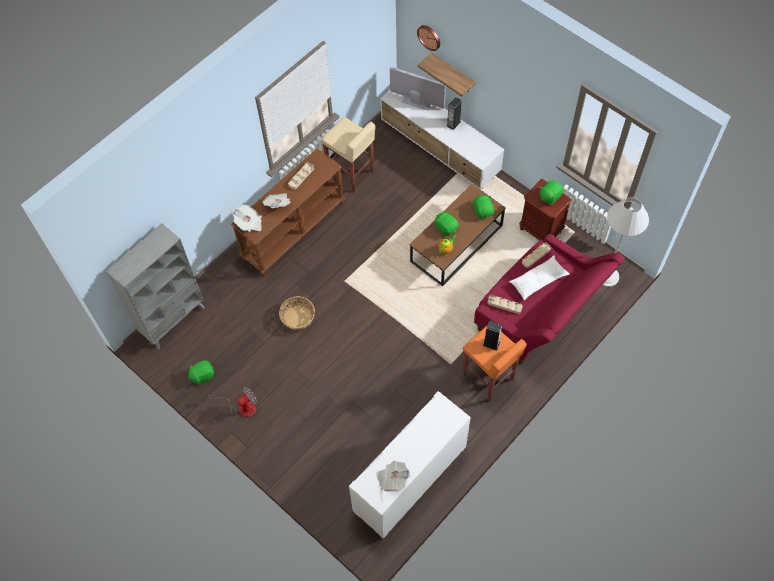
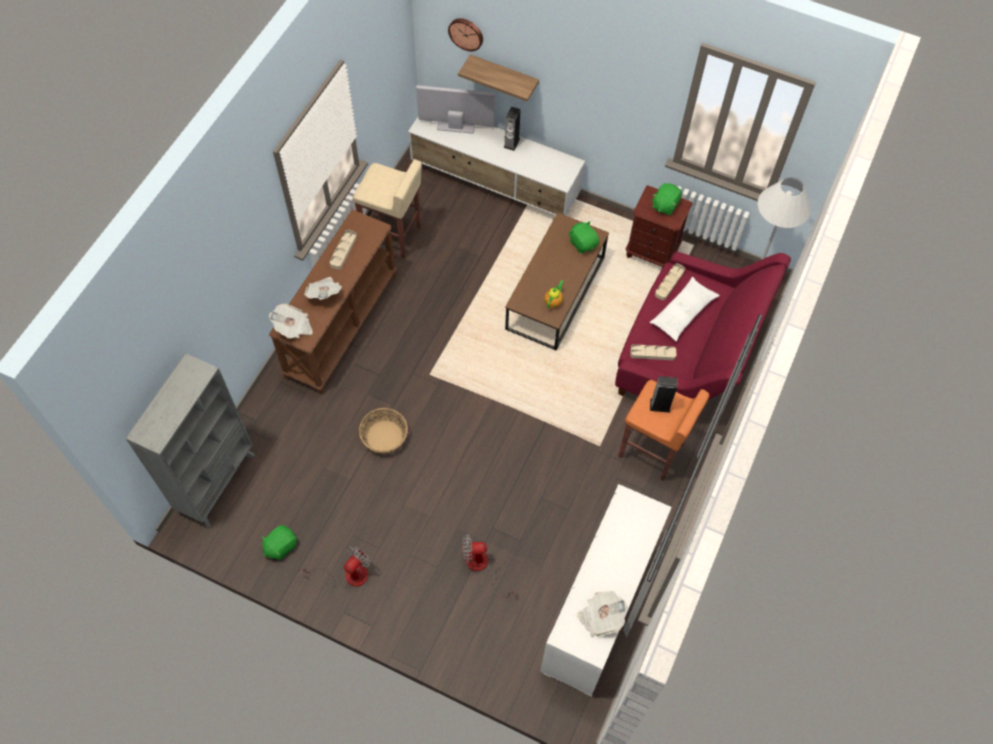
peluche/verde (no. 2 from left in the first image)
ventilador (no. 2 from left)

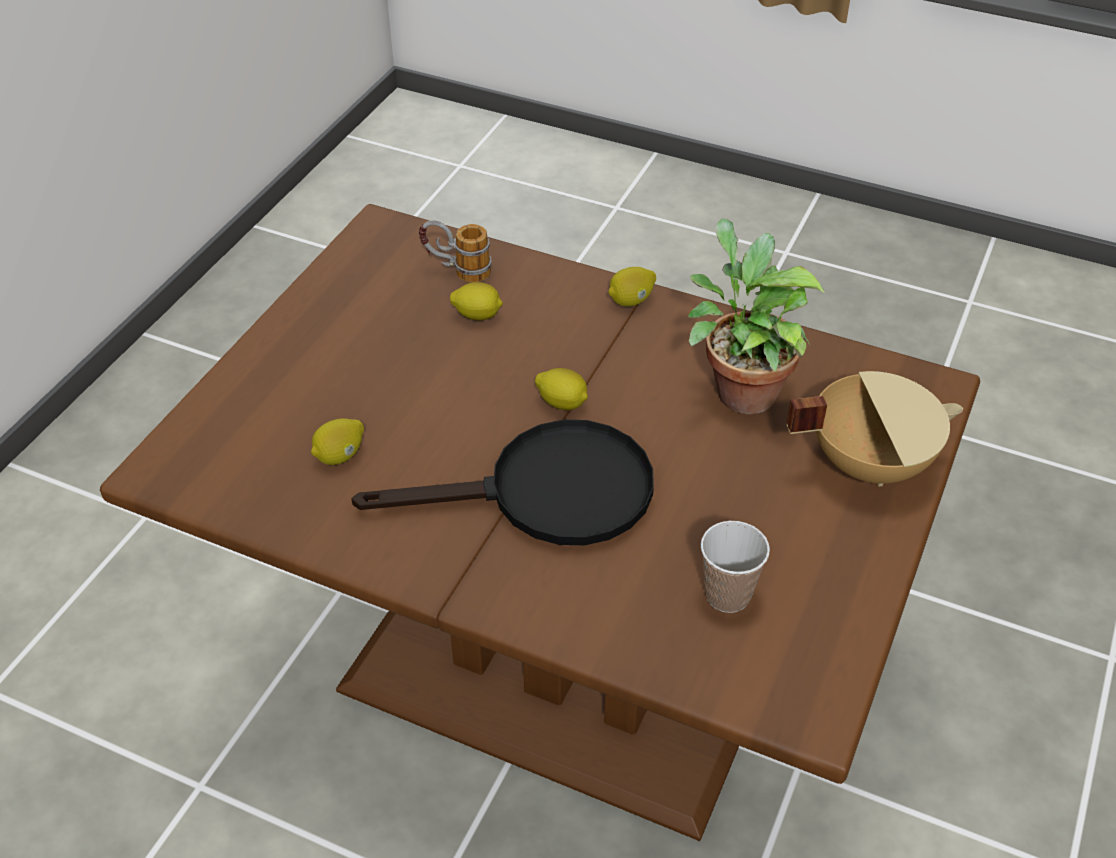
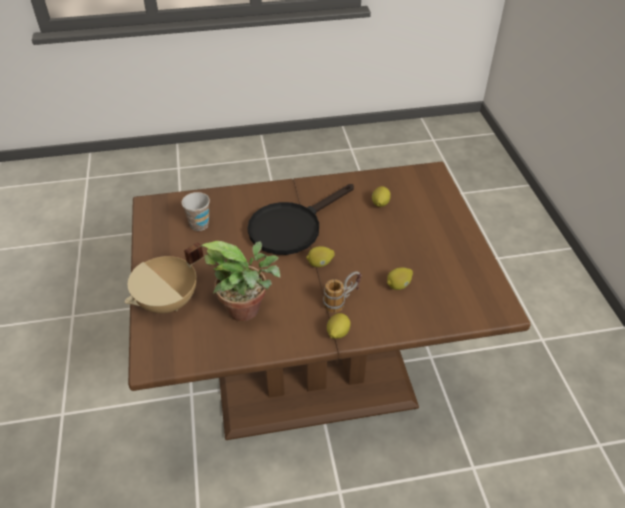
taza grande

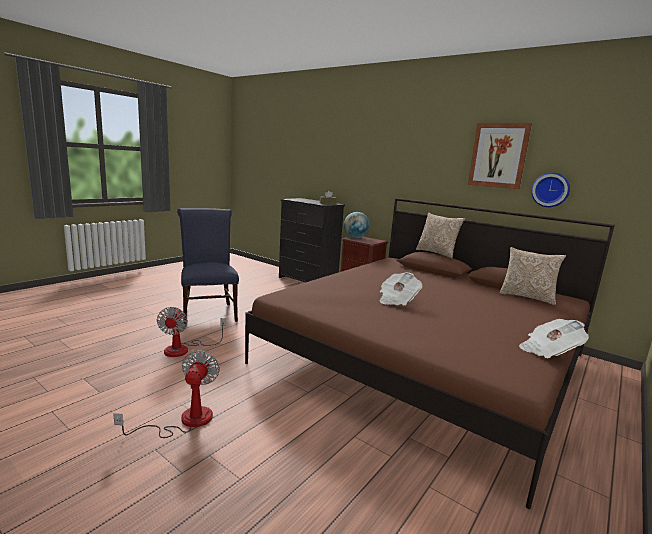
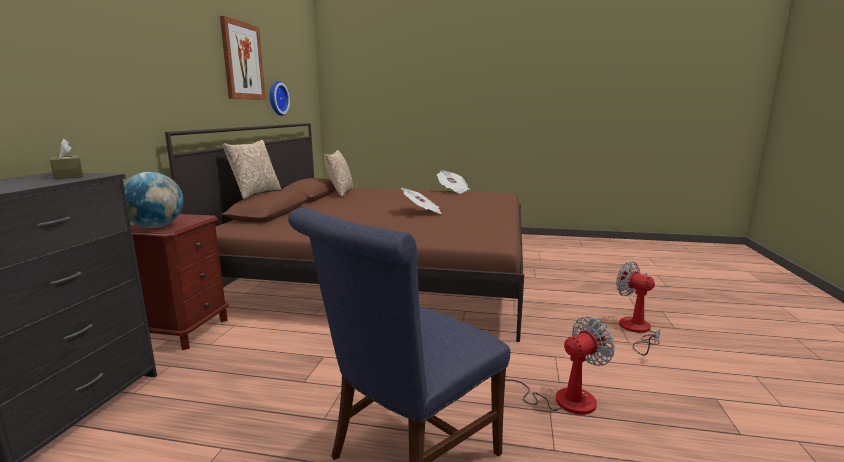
ventilador (no. 2 from left)

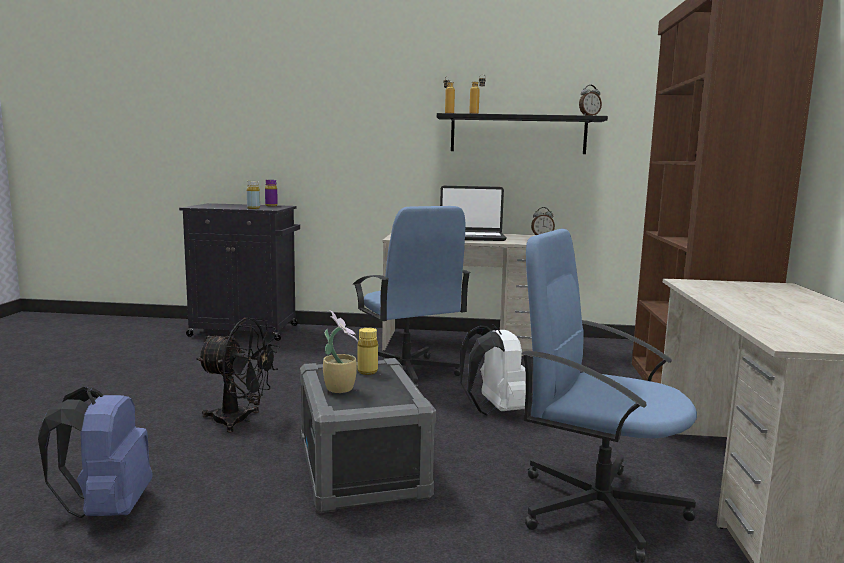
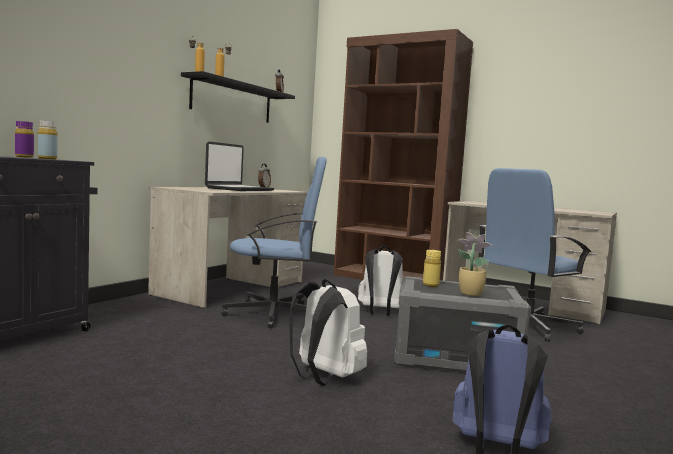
mochila/blanco (no. 1 from left)

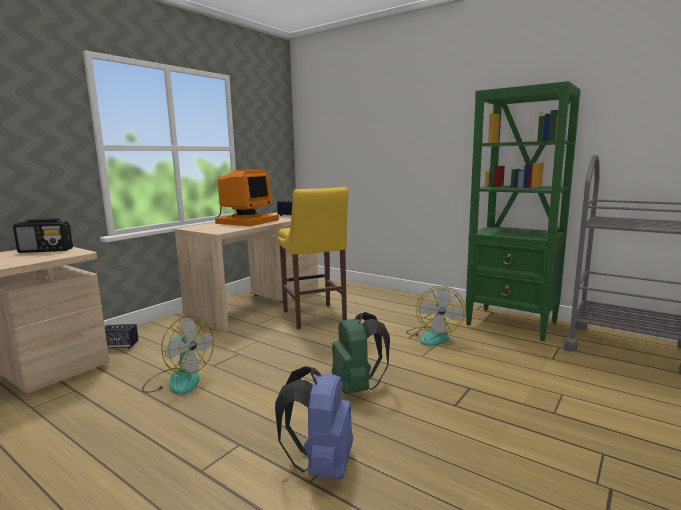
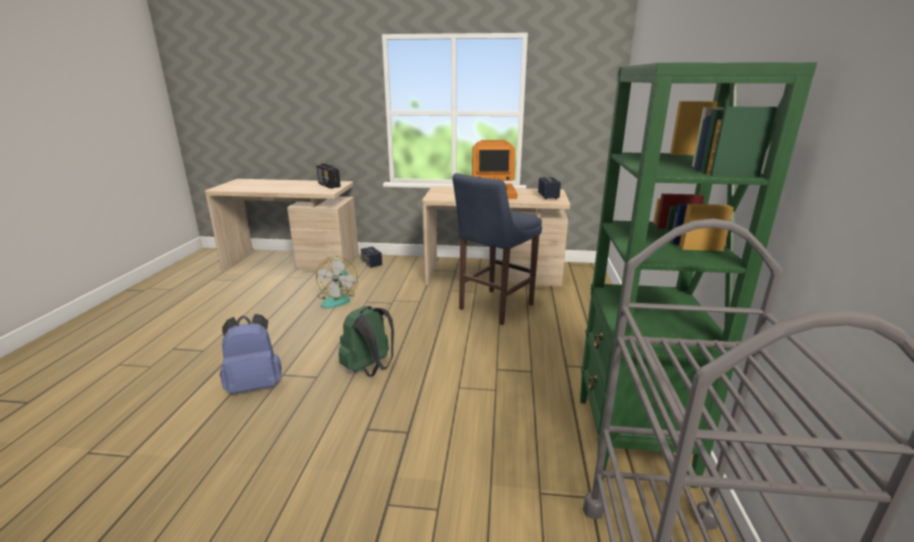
ventilador (no. 2 from left in the first image)
taburete/azul

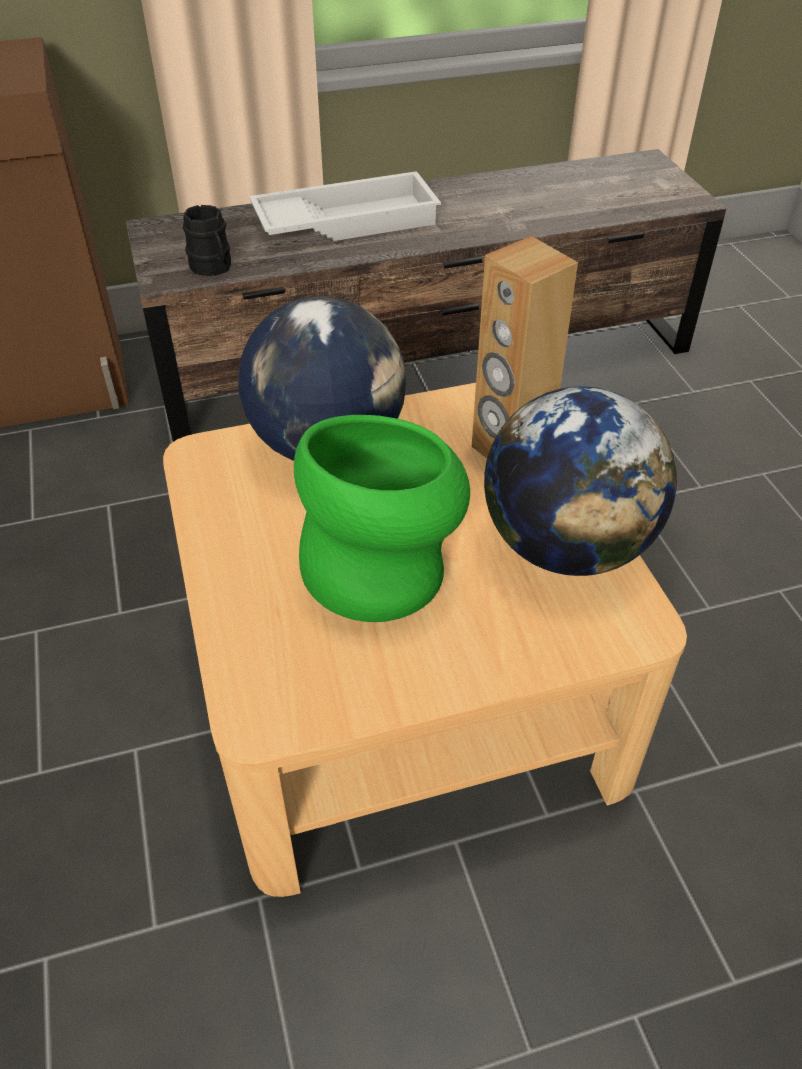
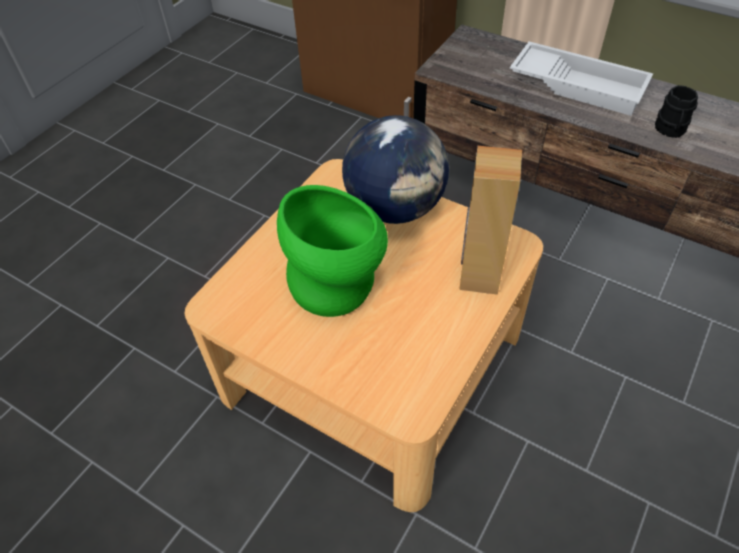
globo terráqueo (no. 2 from left in the first image)
taza grande/negro

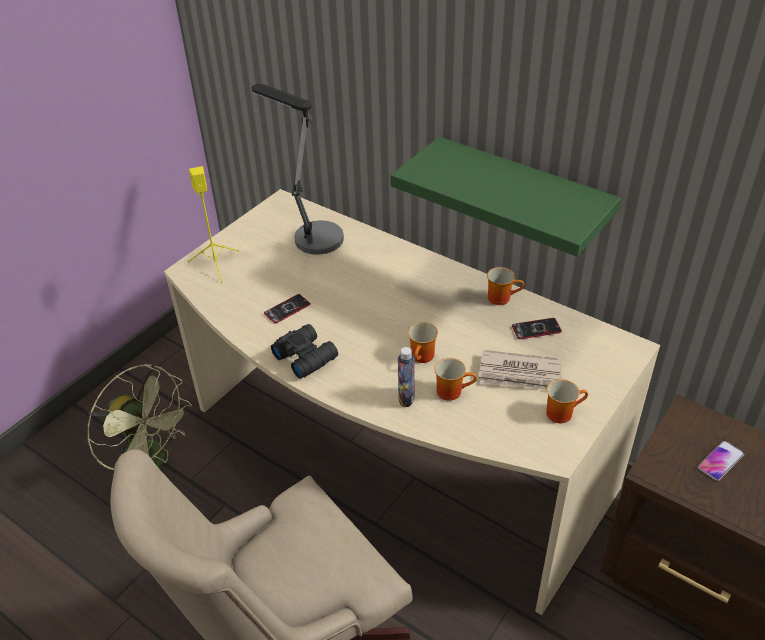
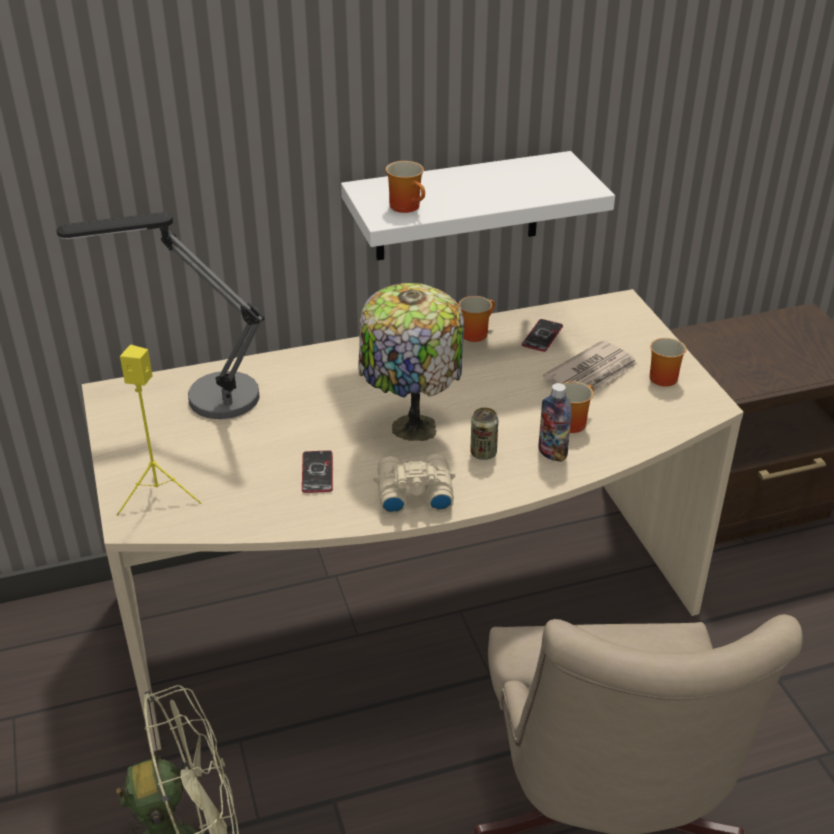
móvil (no. 3 from left in the first image)
lámpara de mesa (no. 2 from left)
lata
taza grande (no. 1 from left)
prismáticos/beis
estante/blanco

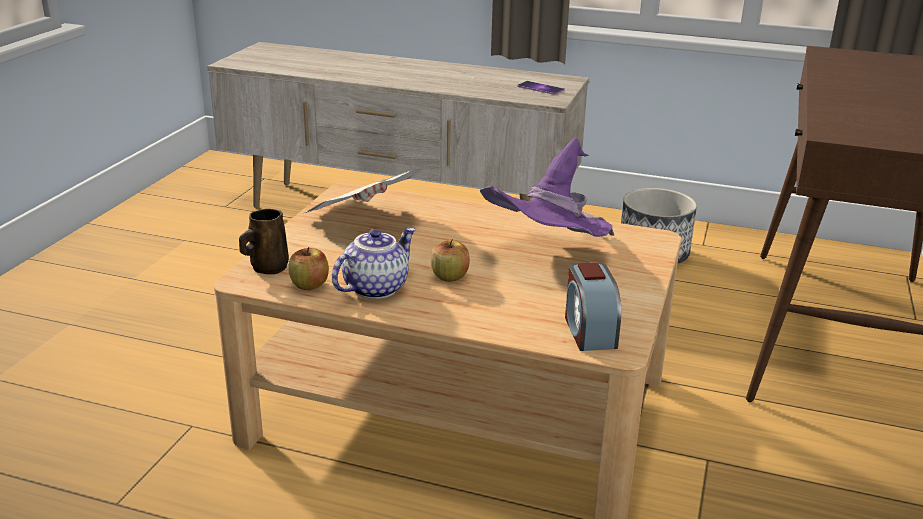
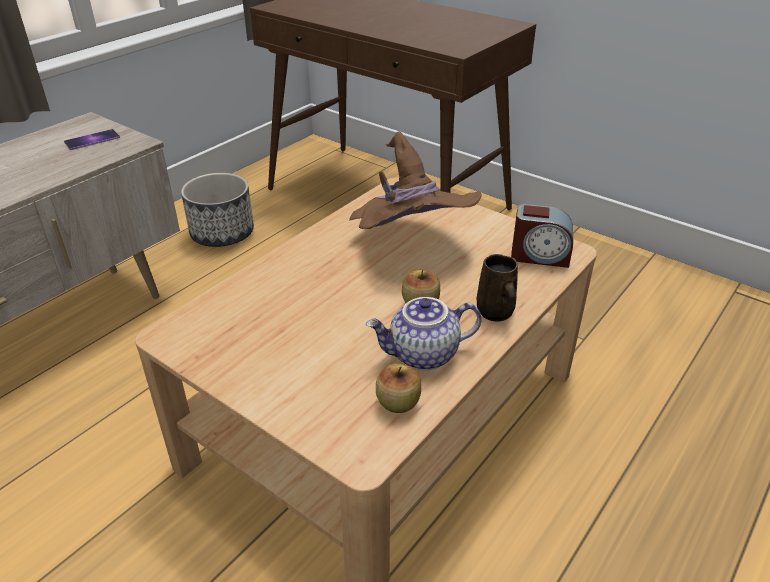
periódico
taza grande/marrón
sombrero/marrón
tetera

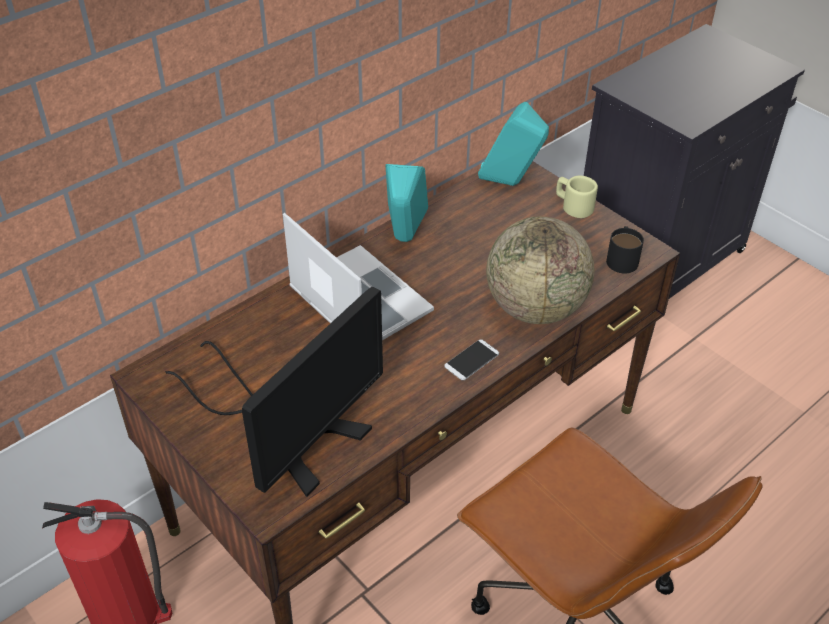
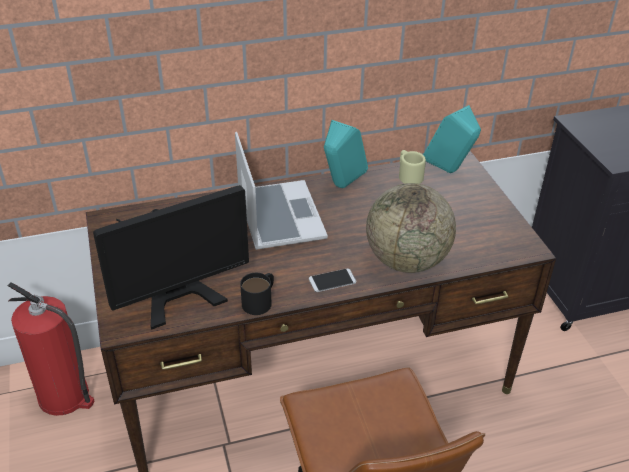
taza grande/beis
taza grande/negro

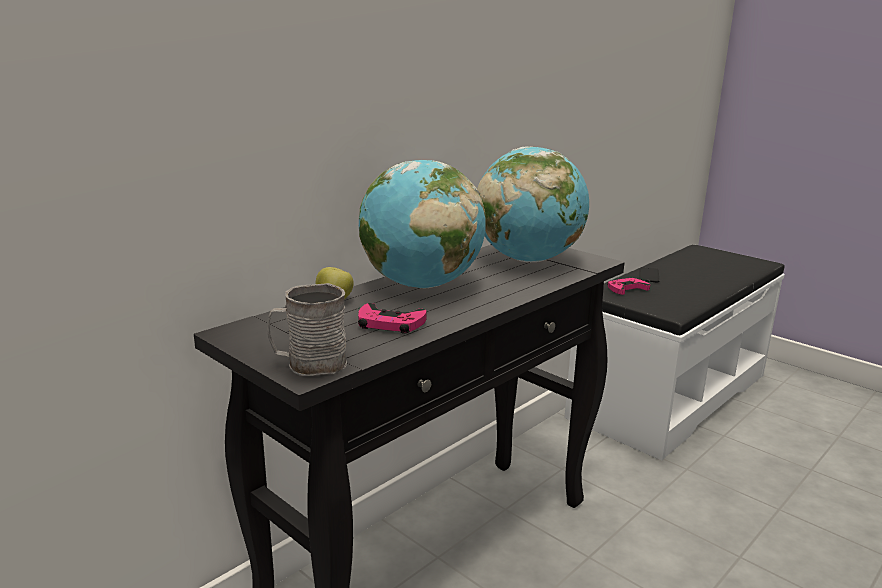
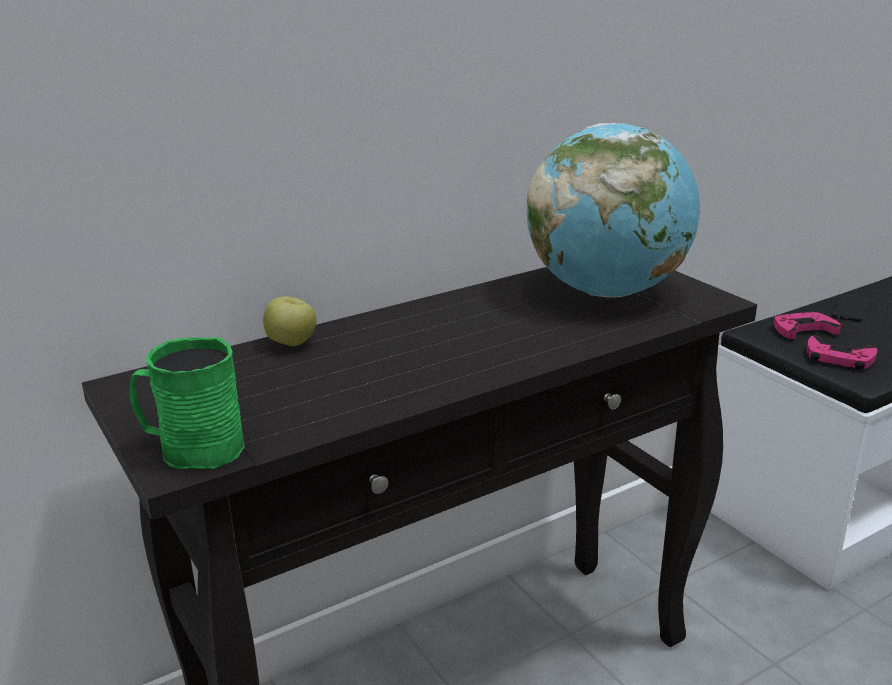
globo terráqueo (no. 1 from left in the first image)
mando de consola/rosa (no. 2 from left)
taza grande/verde

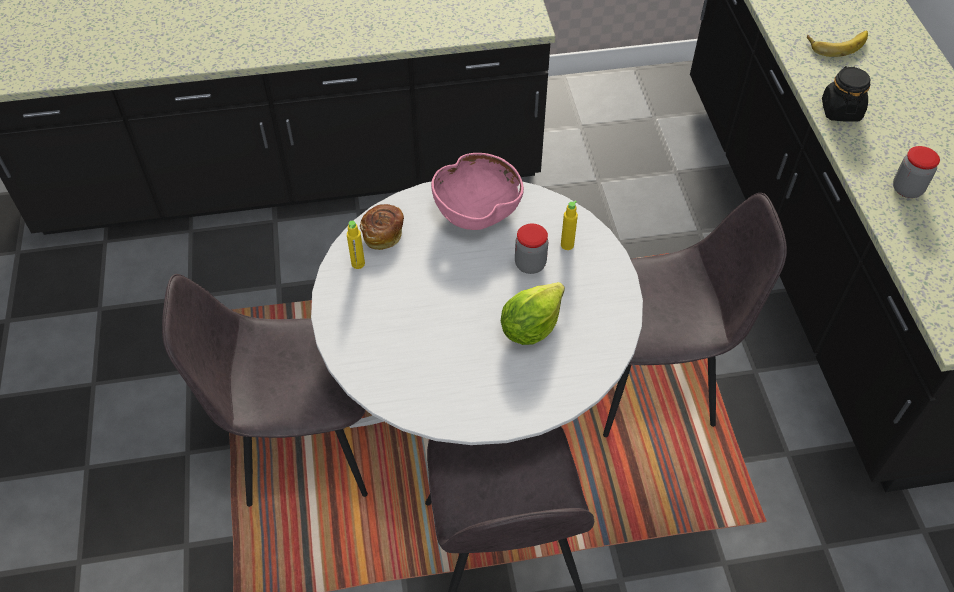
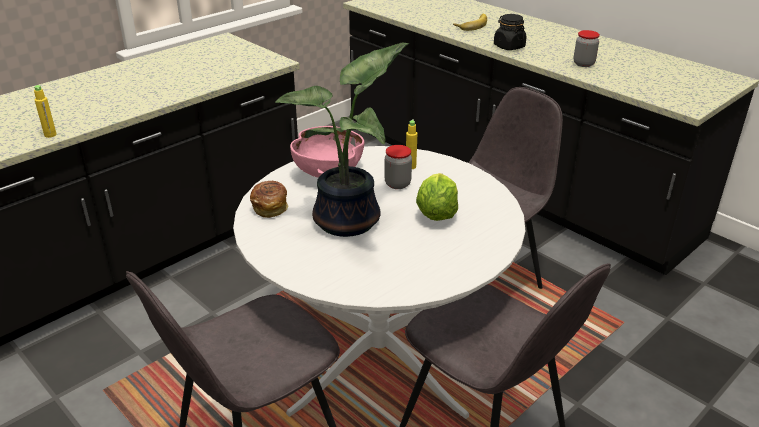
planta en maceta
botella/amarillo (no. 1 from left)

